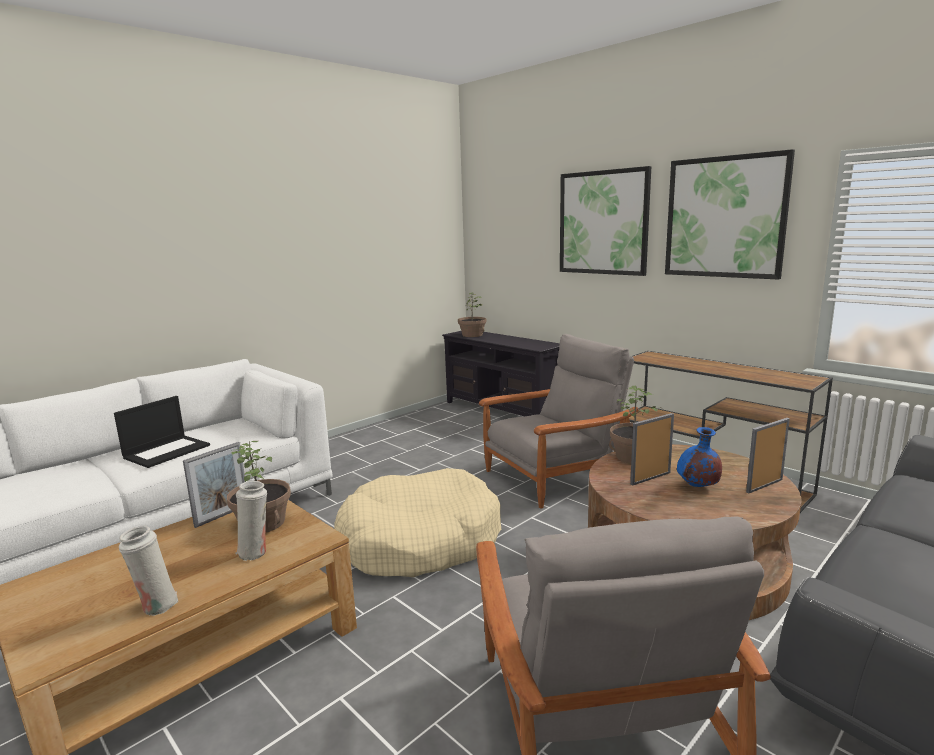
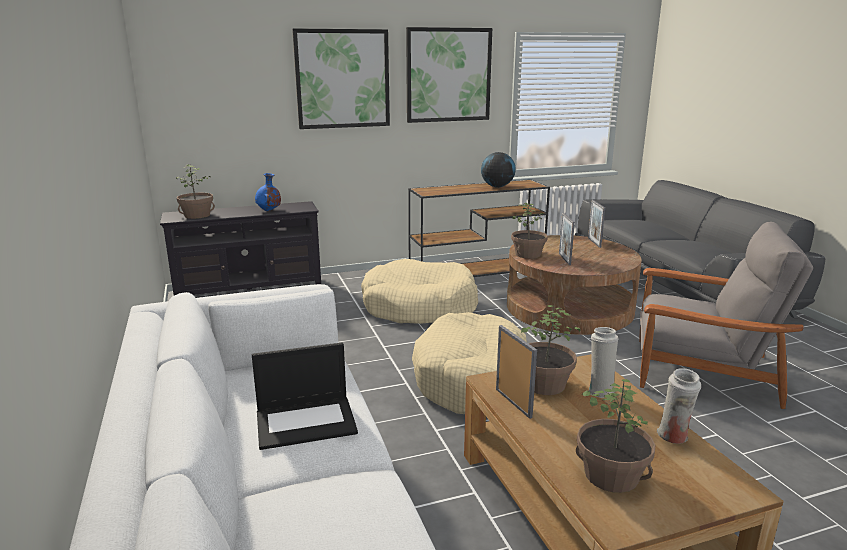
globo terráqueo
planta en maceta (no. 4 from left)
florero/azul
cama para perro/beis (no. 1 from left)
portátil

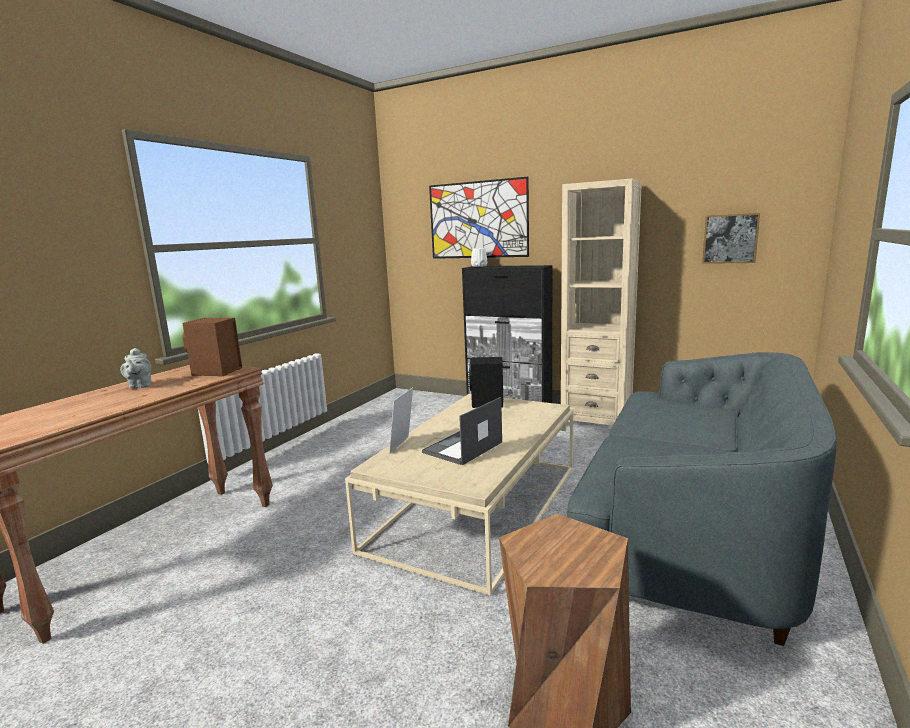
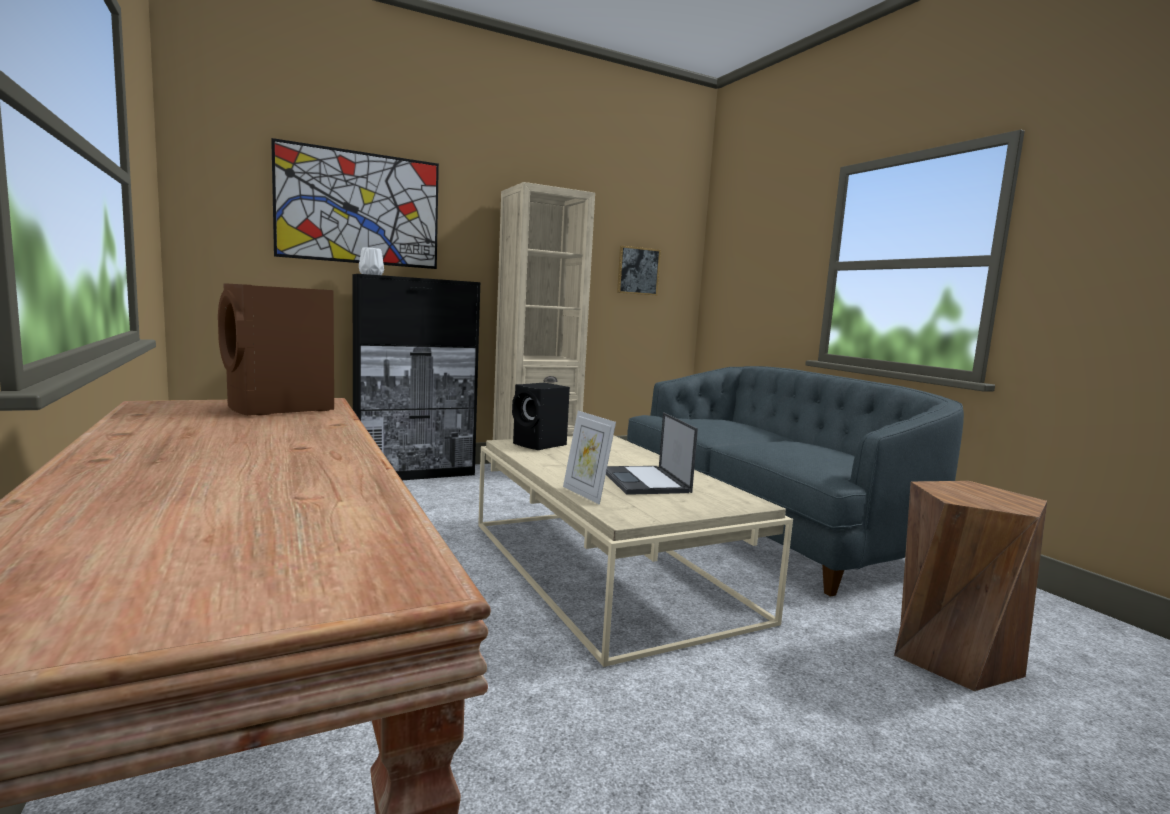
tetera/gris

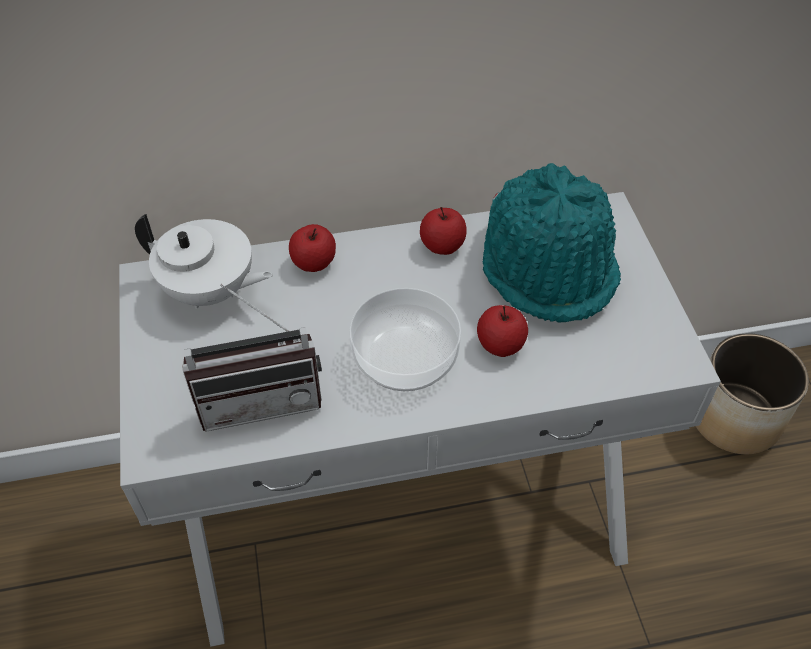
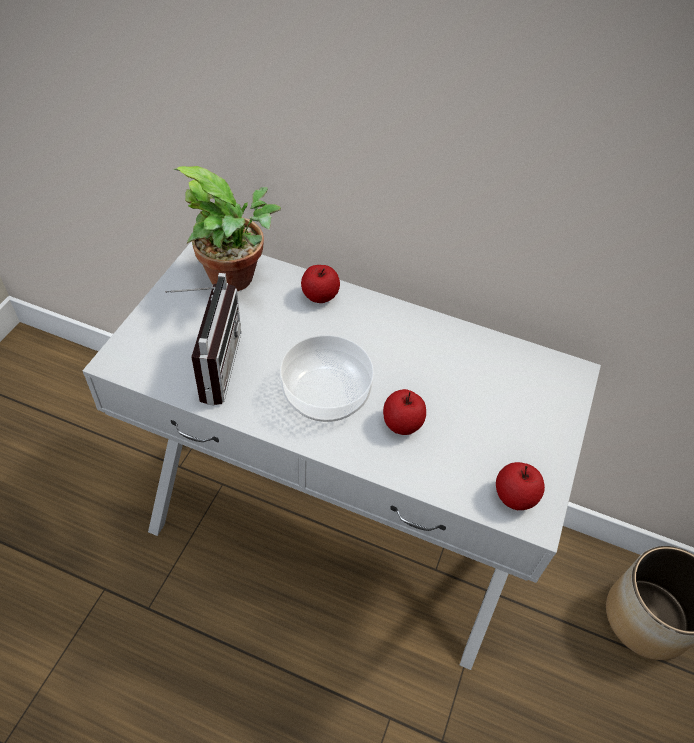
sombrero/turquesa
manzana (no. 3 from left)
planta en maceta
radio

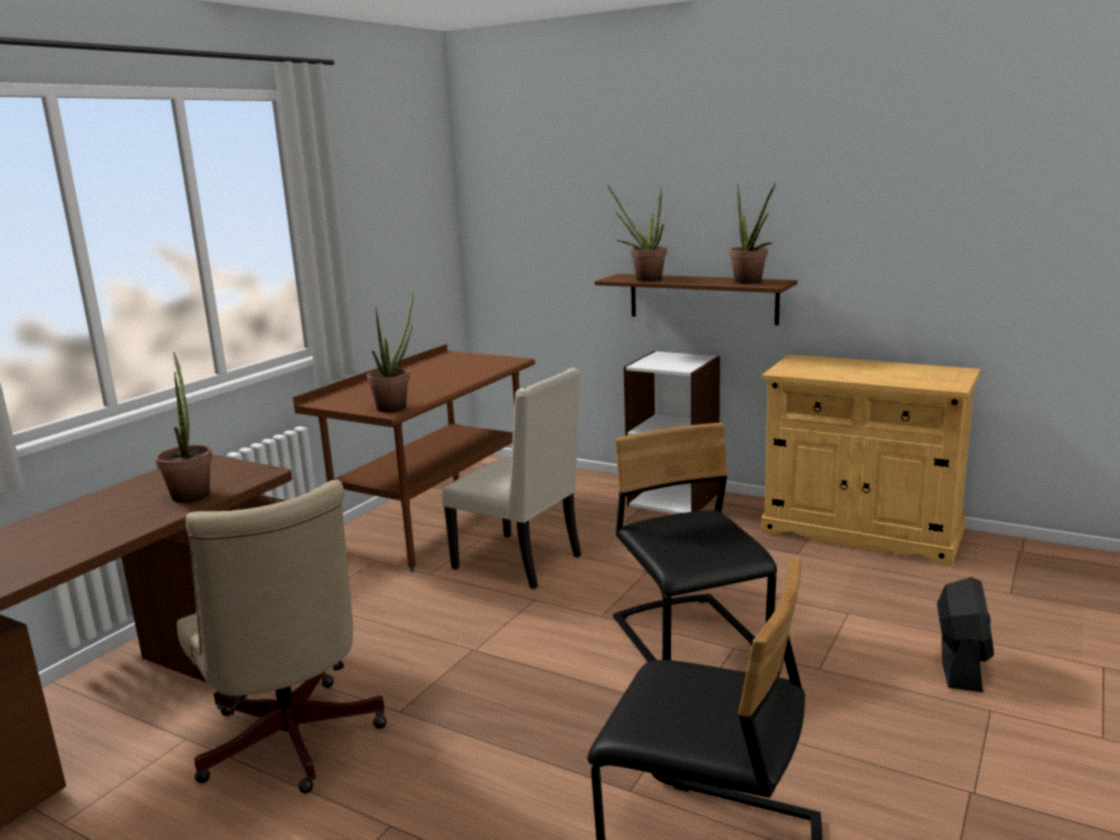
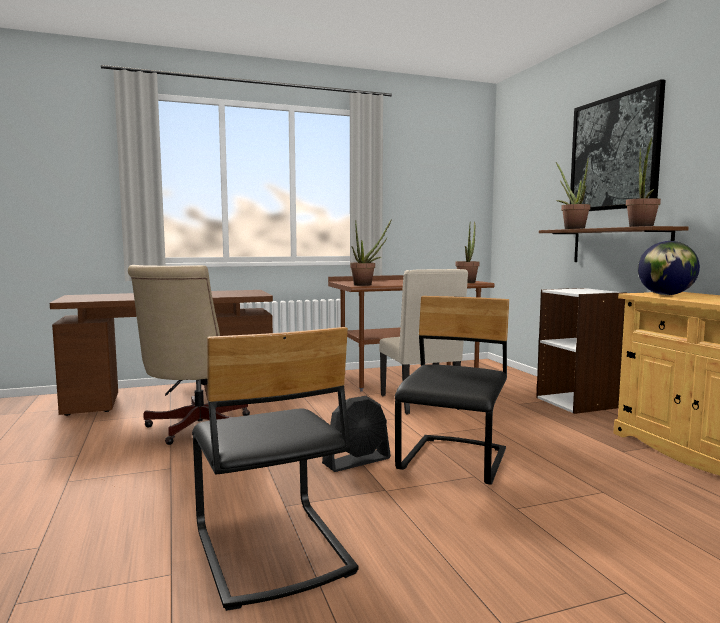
cuadro
globo terráqueo
planta en maceta (no. 2 from left)
ventilador/negro

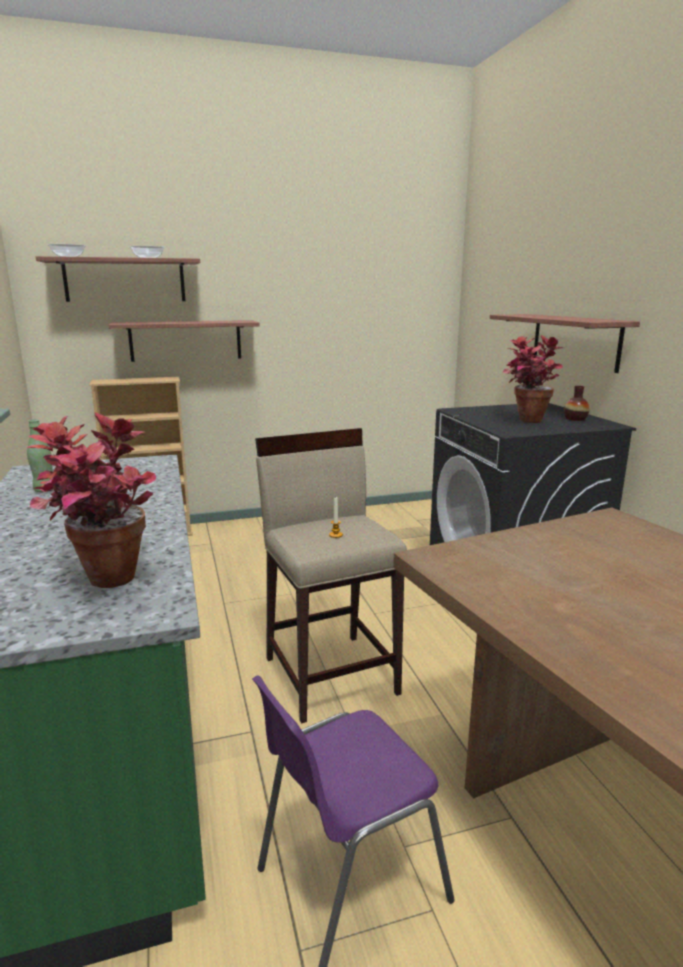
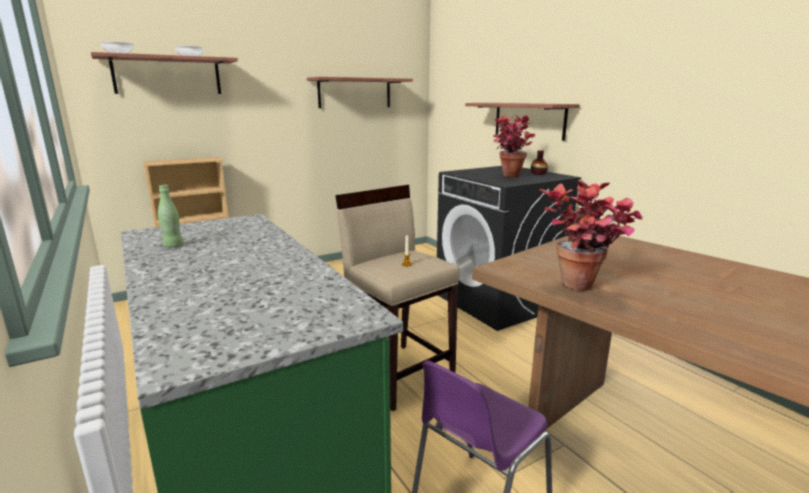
planta en maceta (no. 2 from left)
estante (no. 2 from left)

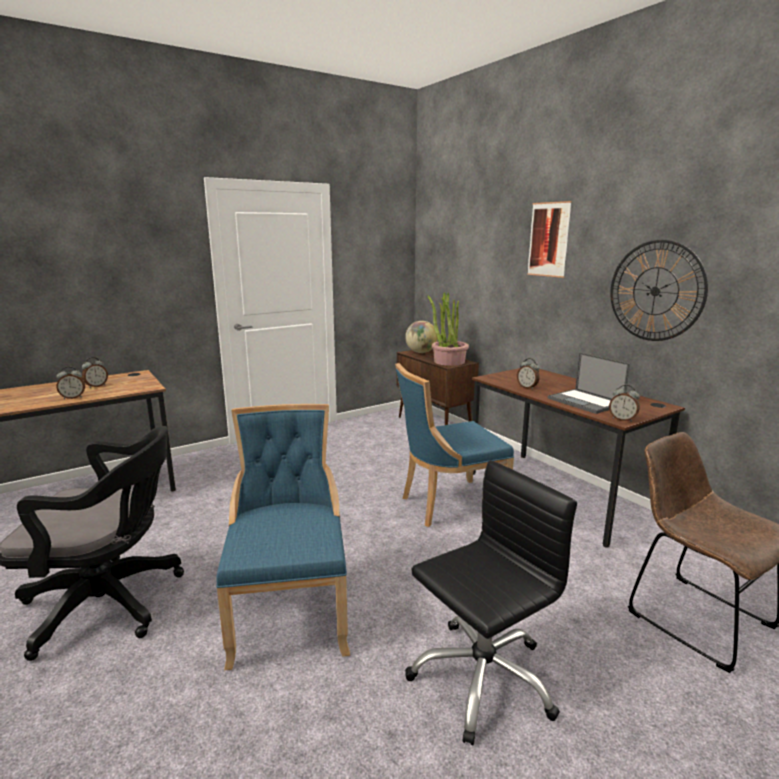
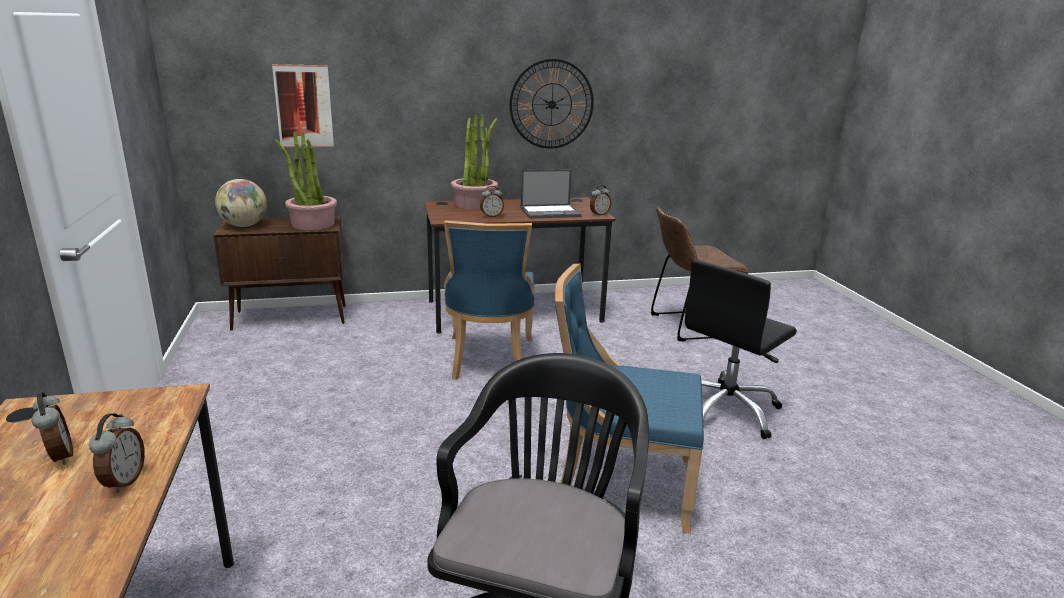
planta en maceta (no. 2 from left)
cuadro
silla de oficina/negro (no. 2 from left)

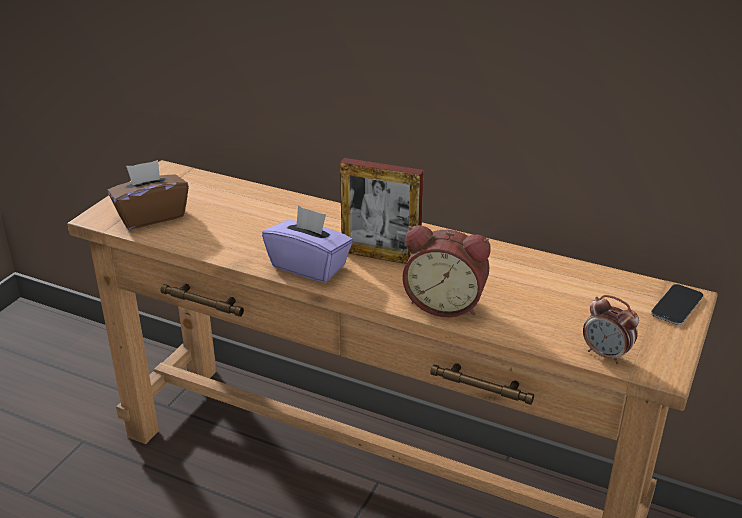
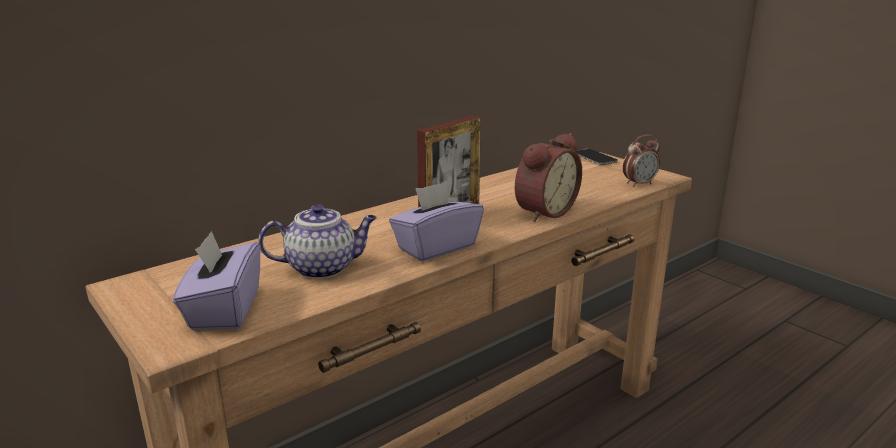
tetera
caja de pañuelos/morado (no. 1 from left)

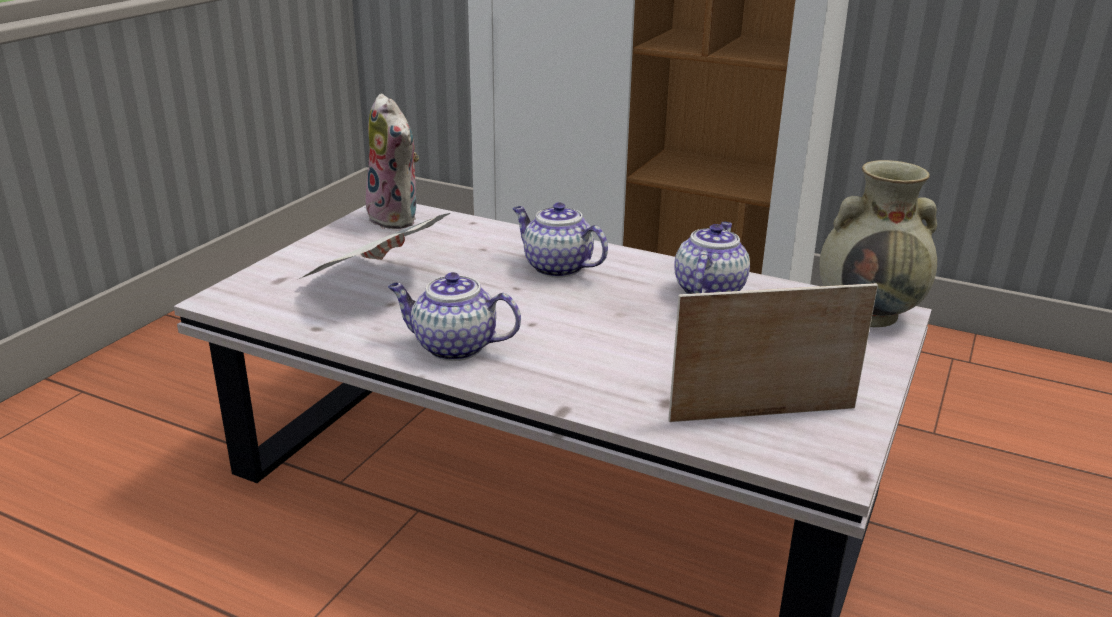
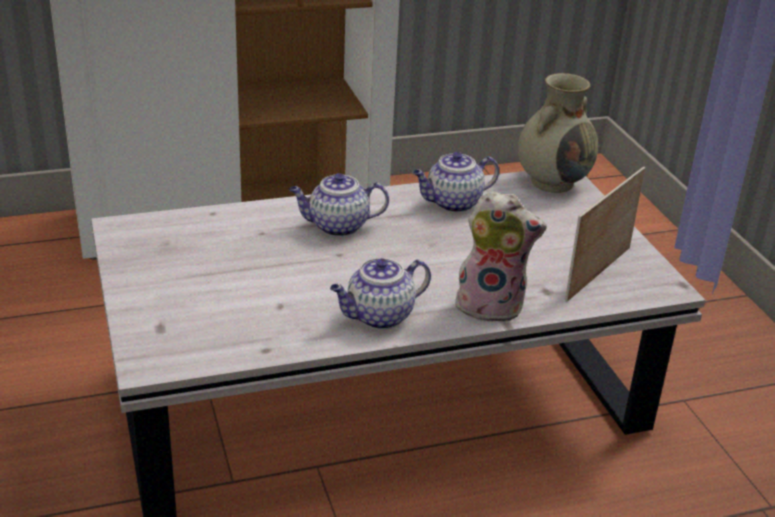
periódico
peluche
tetera (no. 3 from left)

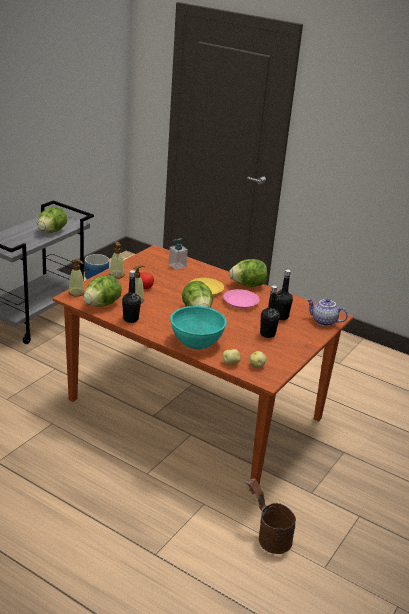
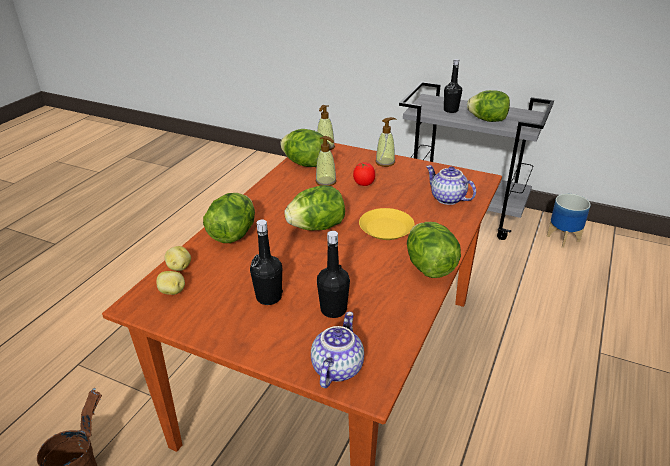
plato/rosa
botella/negro (no. 3 from left)
tetera (no. 2 from left)
lechuga (no. 1 from left)

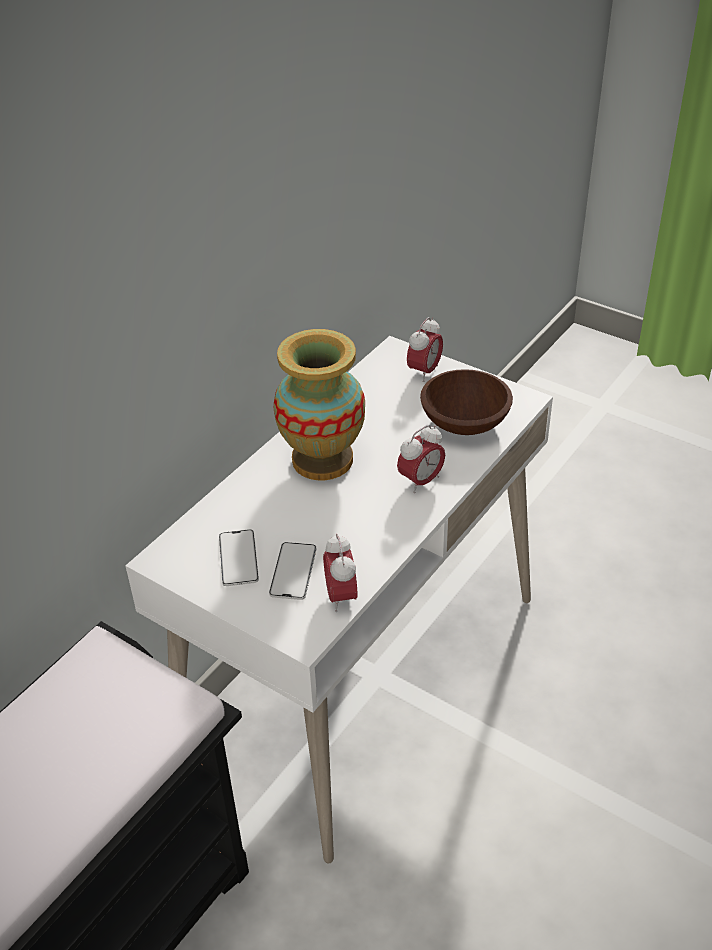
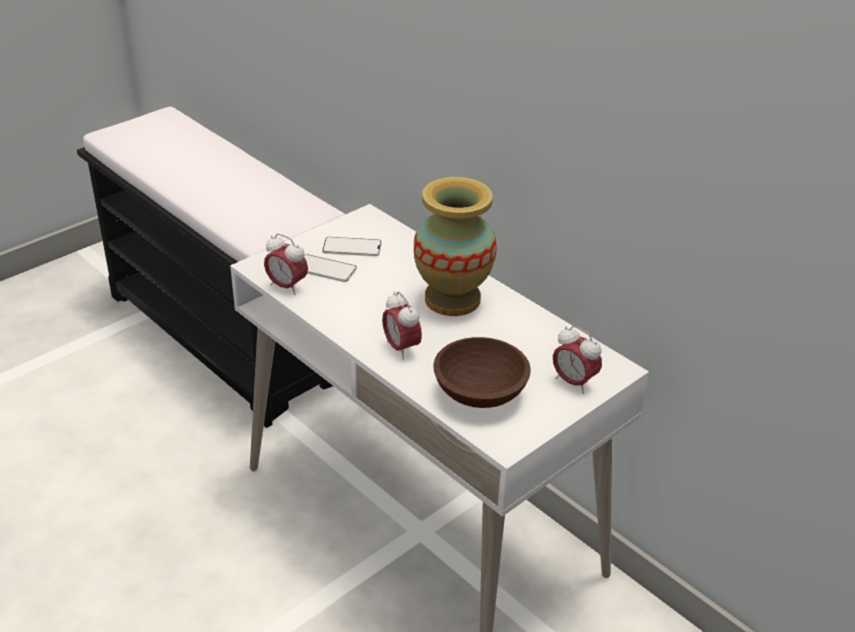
despertador (no. 1 from left)

